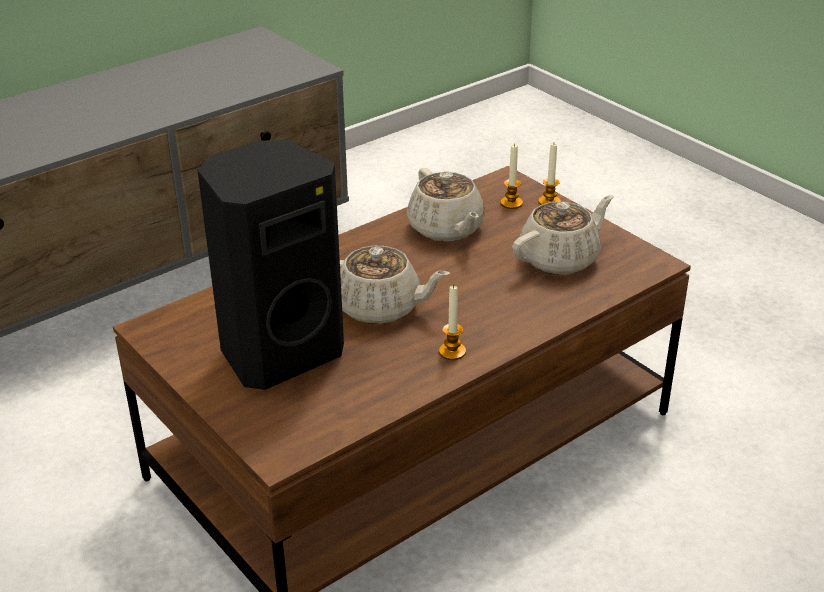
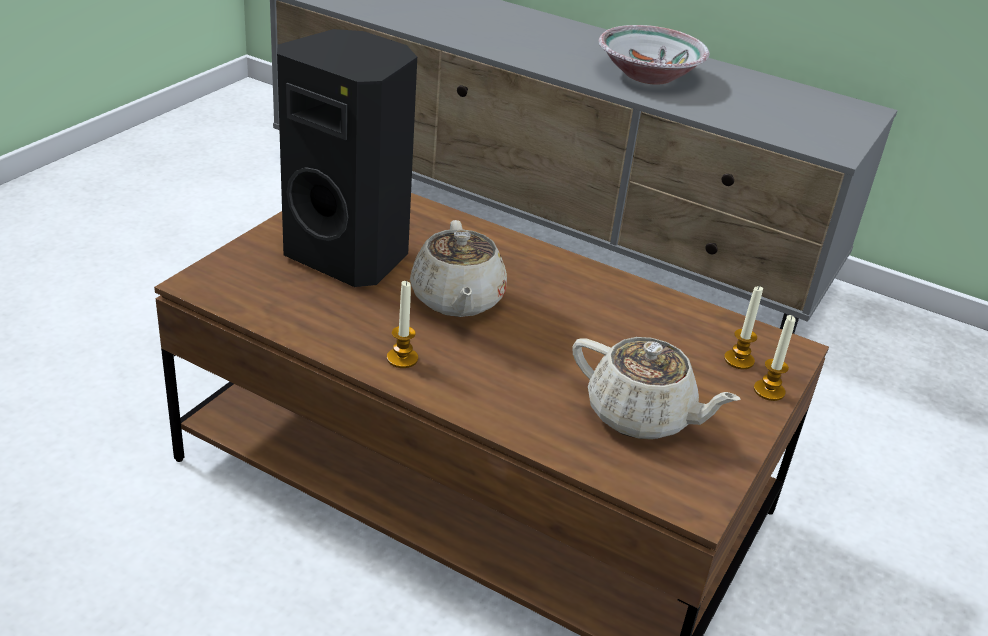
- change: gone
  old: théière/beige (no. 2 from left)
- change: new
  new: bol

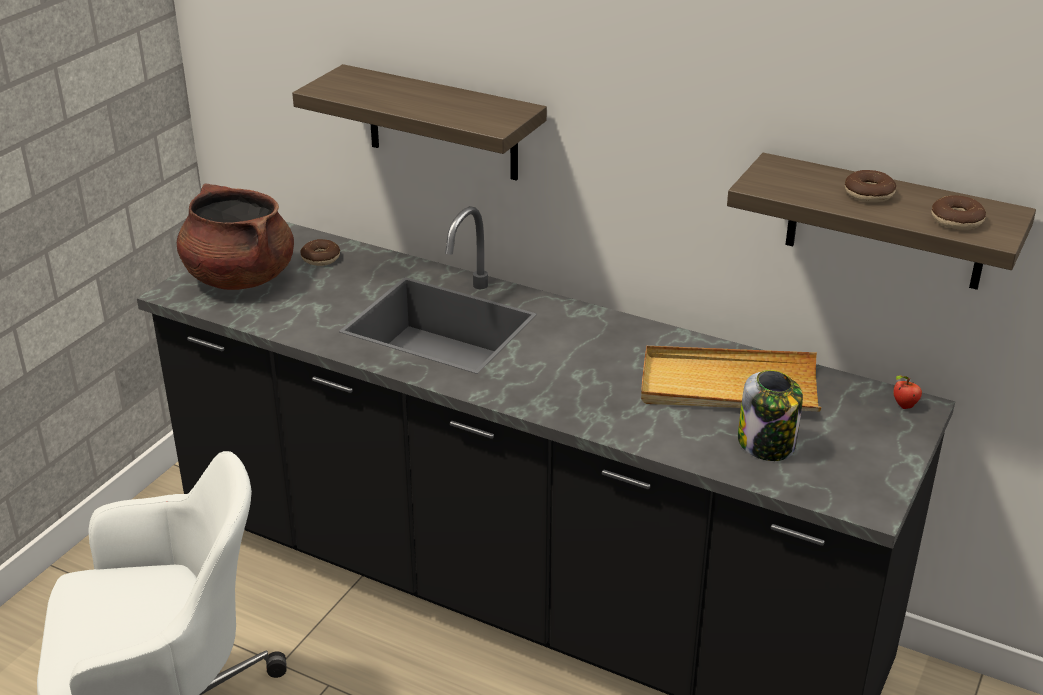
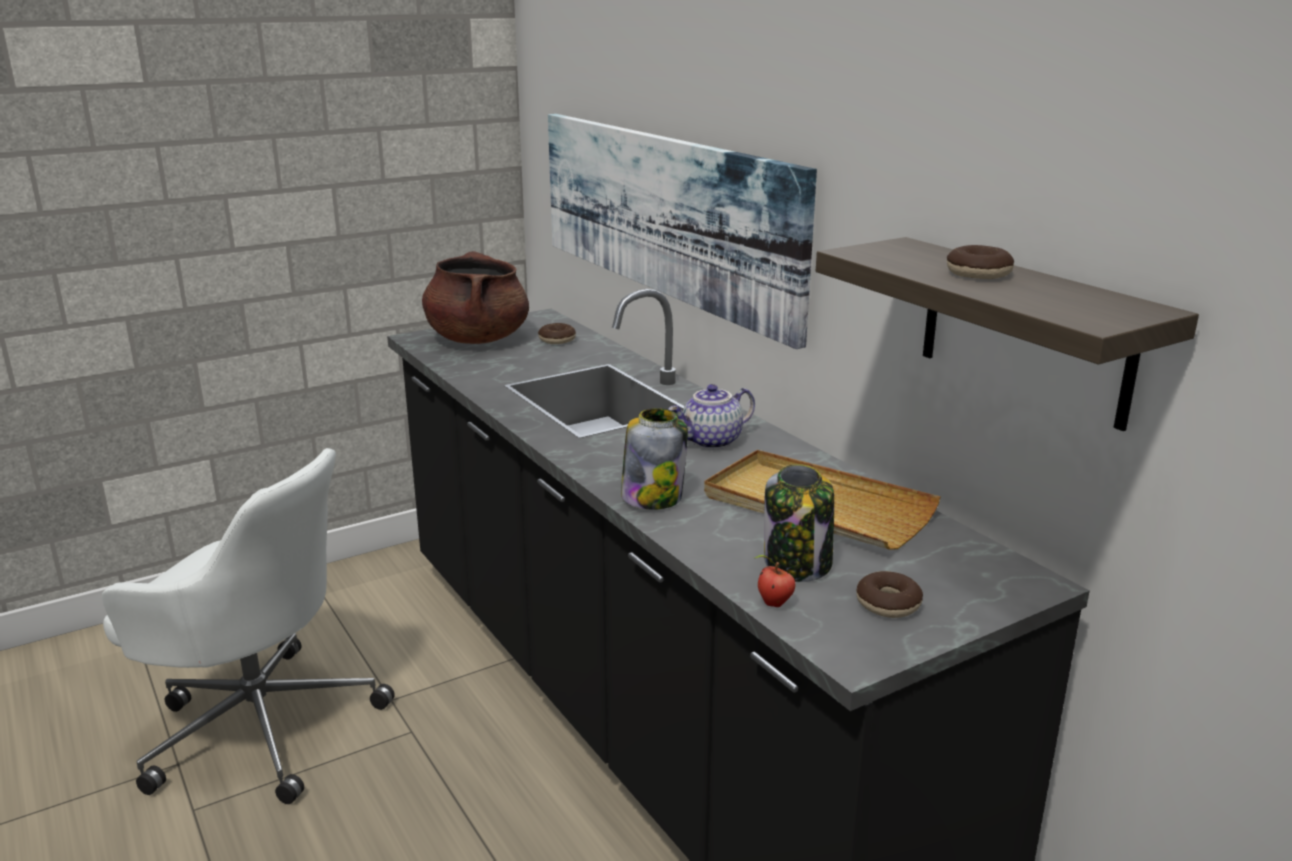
- change: swapped
  old: étagère (no. 1 from left)
  new: tableau
- change: shifted
  old: beignet (no. 3 from left in the first image)
  new: beignet (no. 2 from left)
- change: shifted
  old: pomme
- change: new
  new: théière
- change: new
  new: bocal (no. 1 from left)

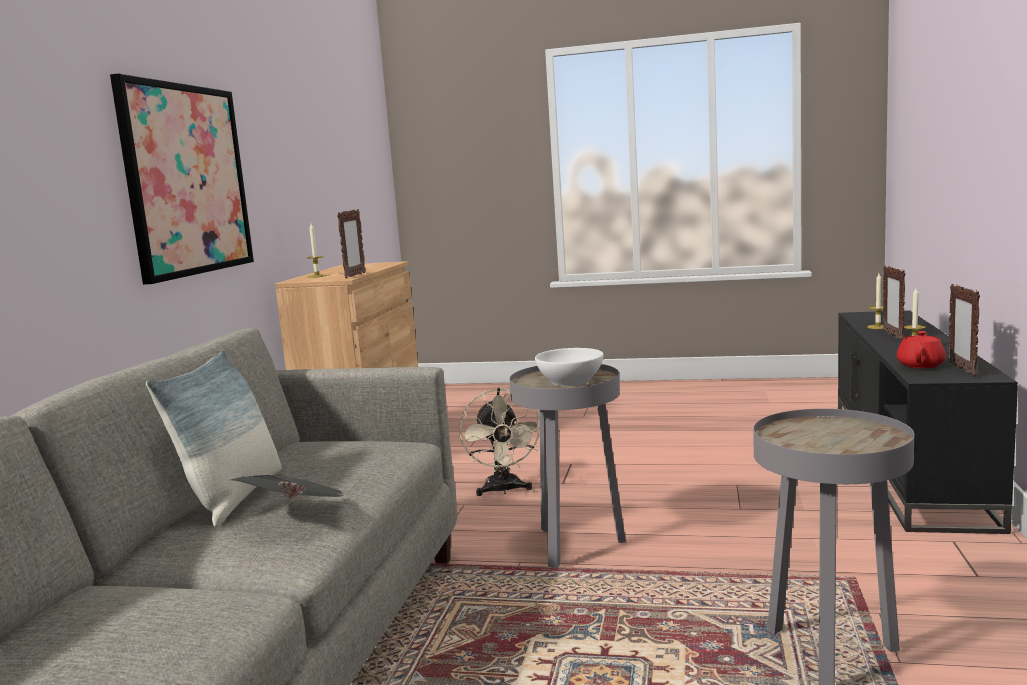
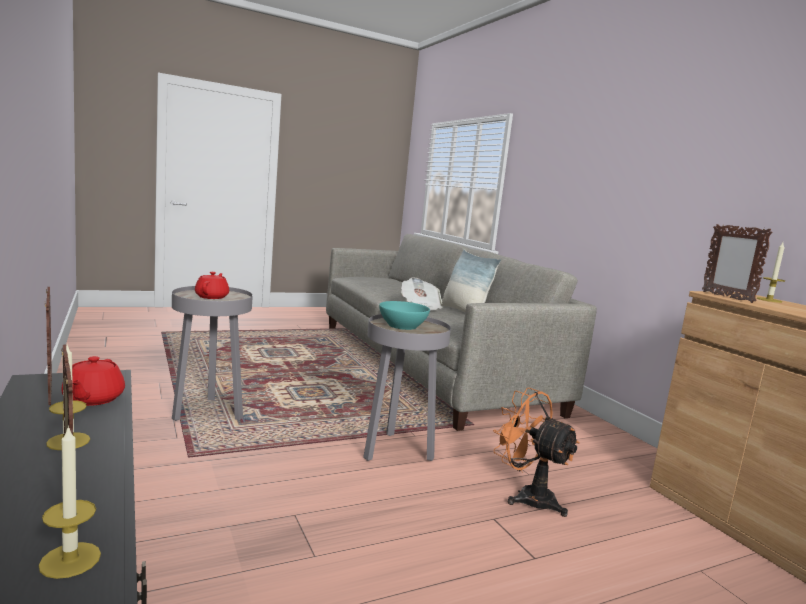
- change: gone
  old: tableau
- change: repainted
  old: bol/blanc
  new: bol/turquoise
- change: repainted
  old: ventilateur/beige
  new: ventilateur/orange
- change: new
  new: théière/rouge (no. 2 from left)

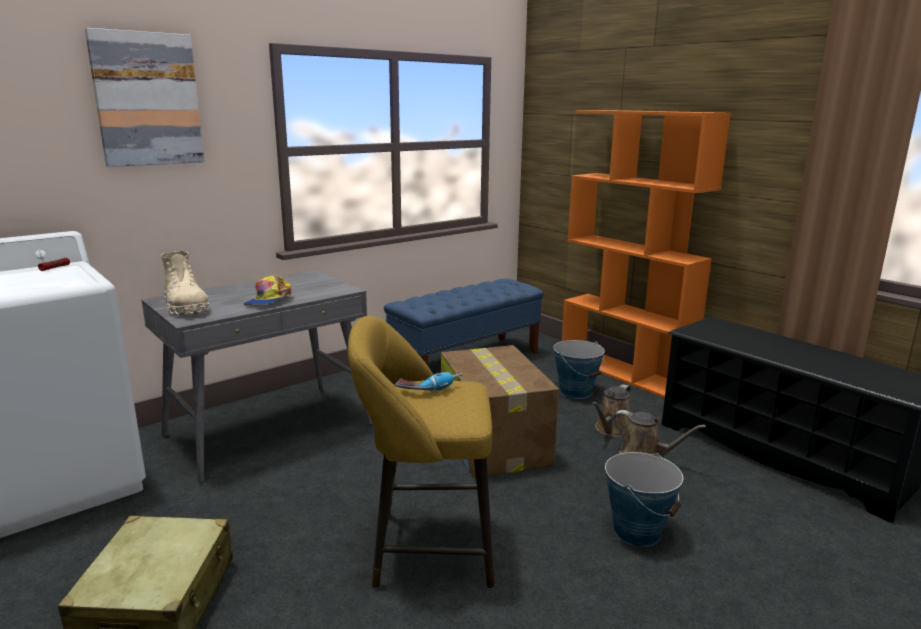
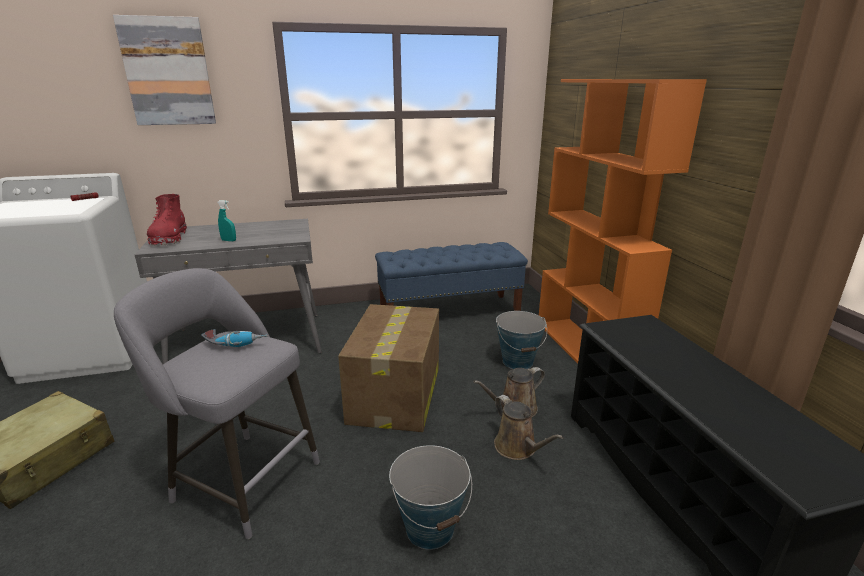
- change: repainted
  old: botte/beige
  new: botte/rouge
- change: swapped
  old: casquette
  new: vaporisateur/turquoise
- change: repainted
  old: tabouret/jaune
  new: tabouret/gris

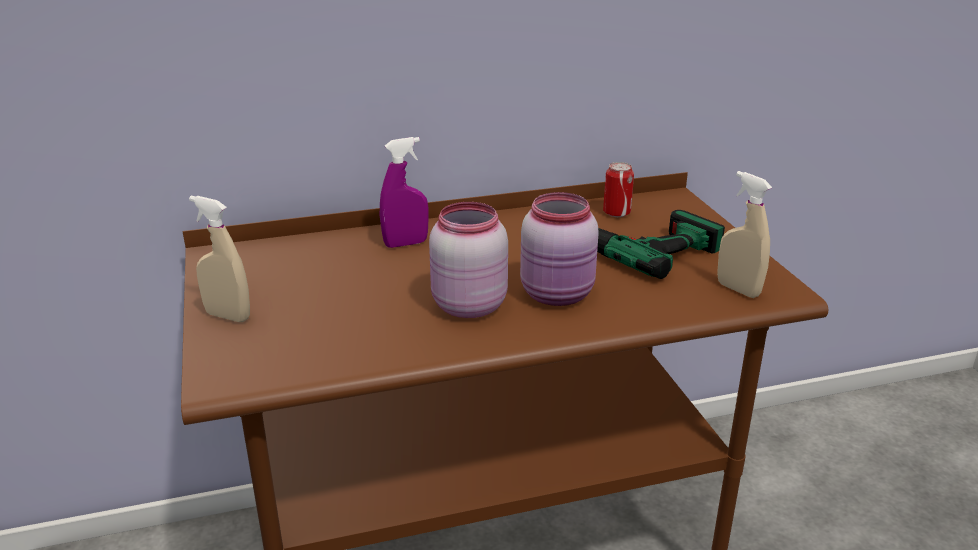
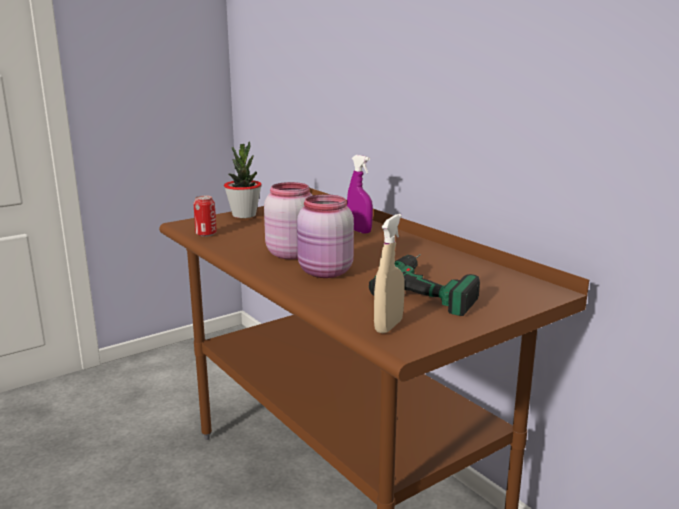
- change: shifted
  old: boîte métallique
- change: swapped
  old: vaporisateur/beige (no. 1 from left)
  new: plante en pot

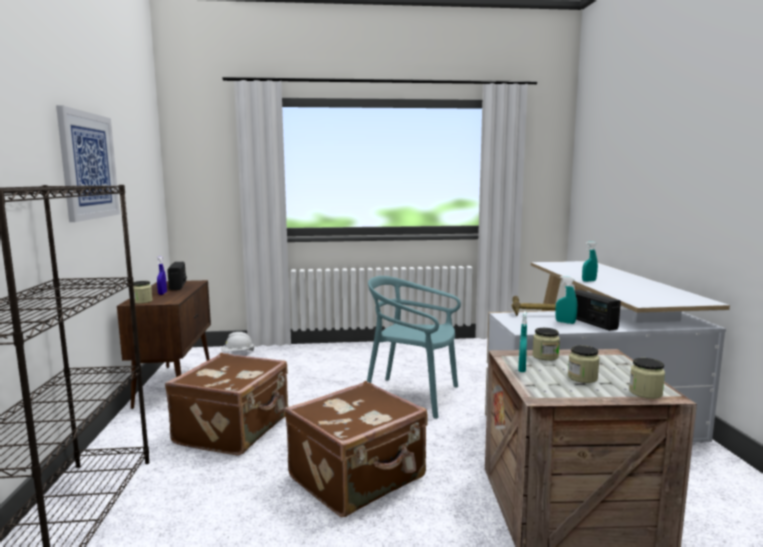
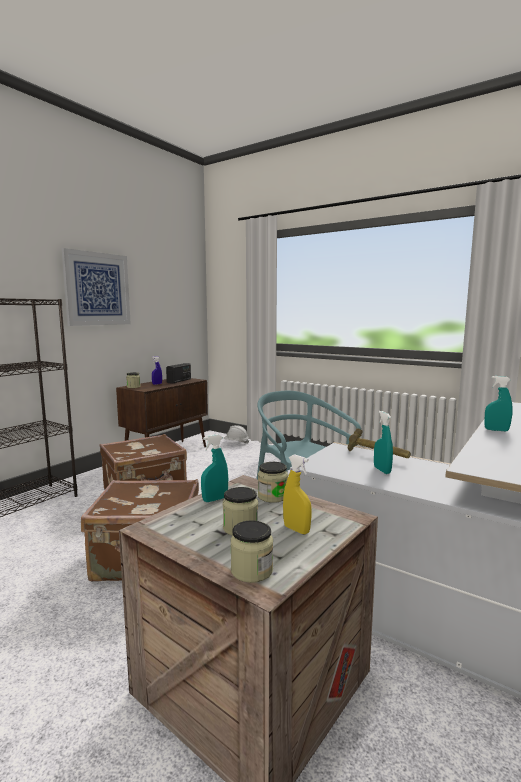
- change: gone
  old: radio (no. 2 from left)
- change: new
  new: vaporisateur/jaune

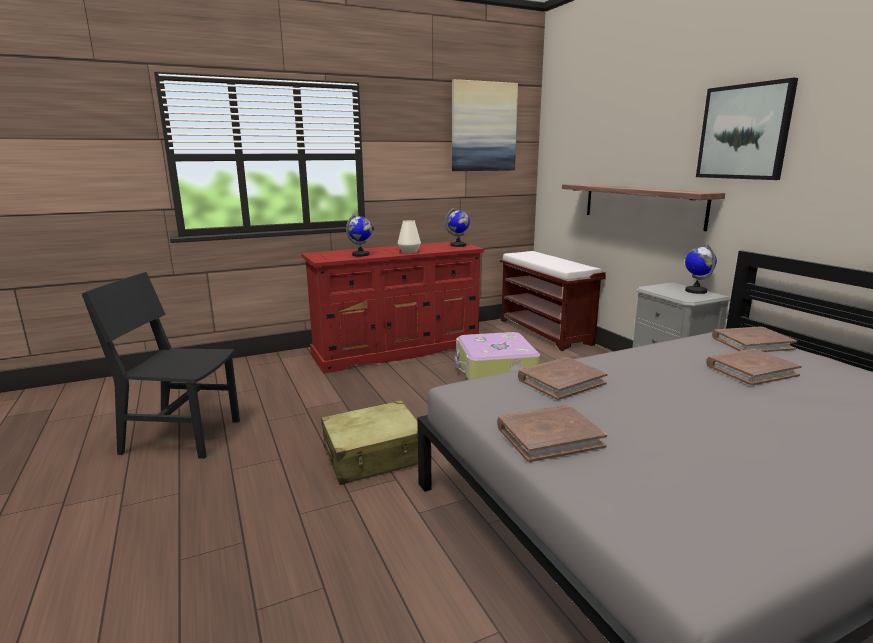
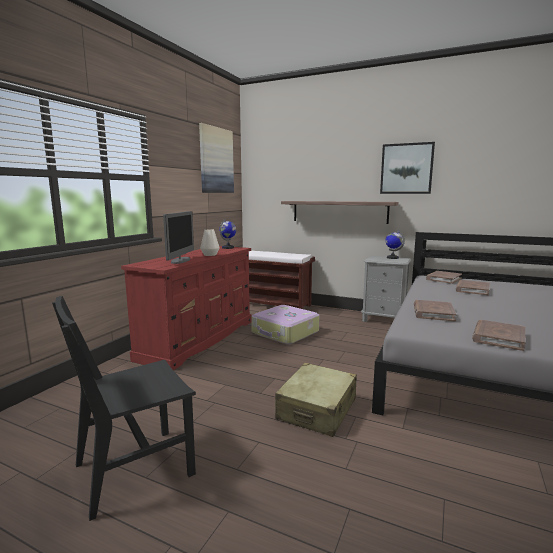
- change: swapped
  old: globe (no. 1 from left)
  new: écran d'ordinateur

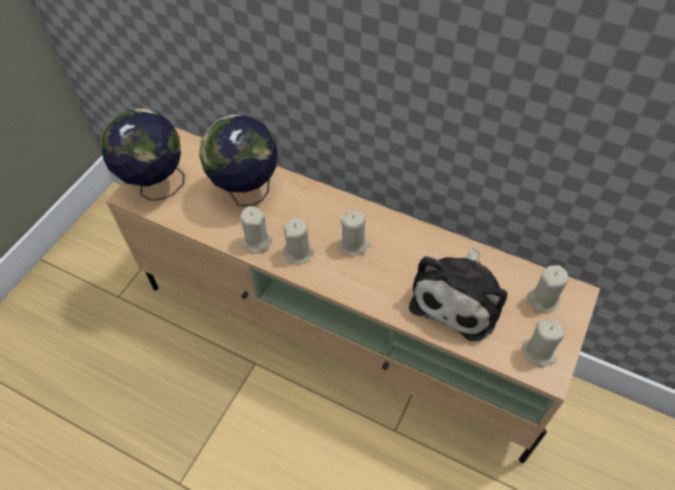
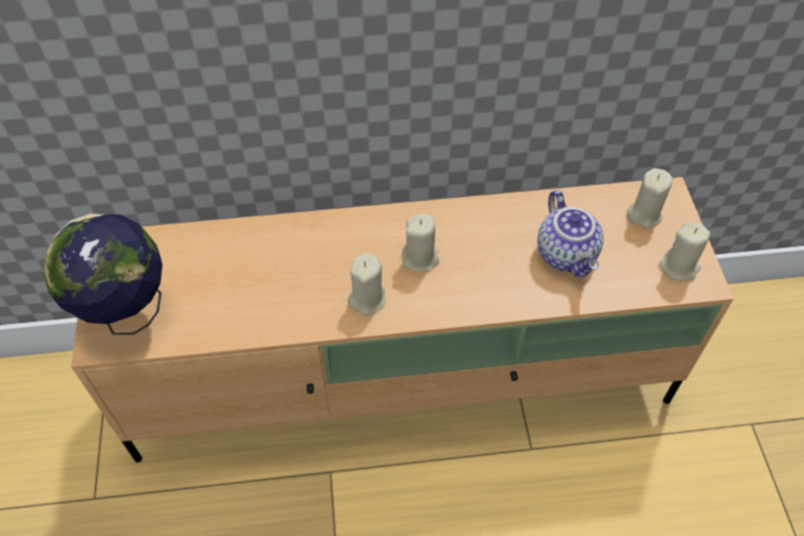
- change: gone
  old: globe (no. 2 from left)
- change: gone
  old: bougie/beige (no. 1 from left)
- change: swapped
  old: peluche
  new: théière

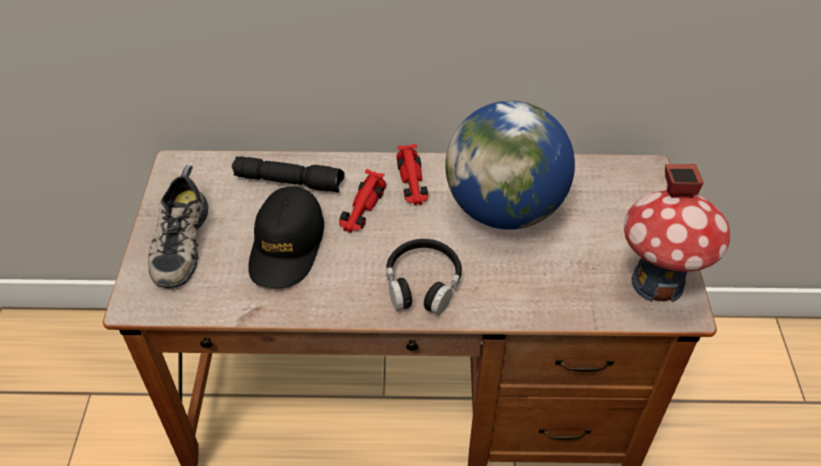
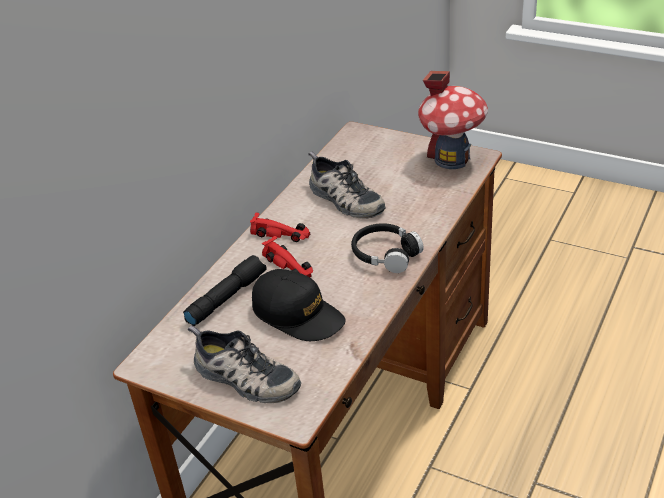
- change: swapped
  old: globe
  new: chaussure (no. 2 from left)

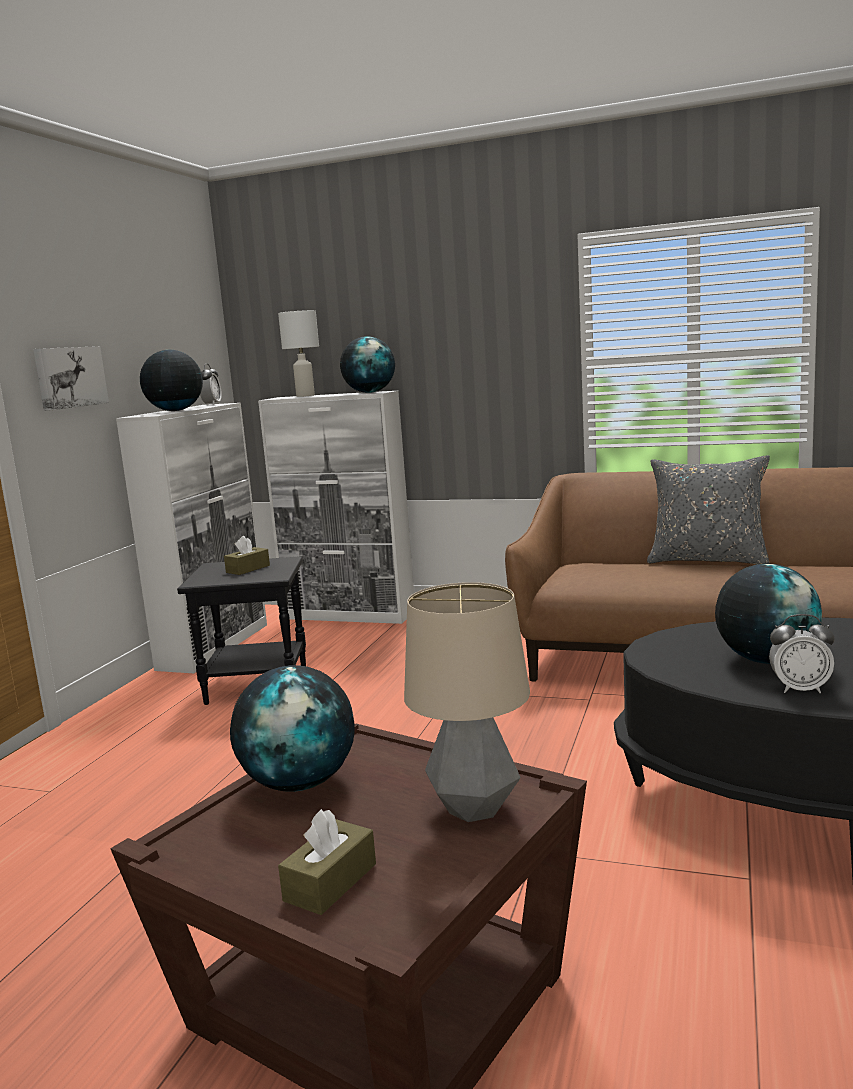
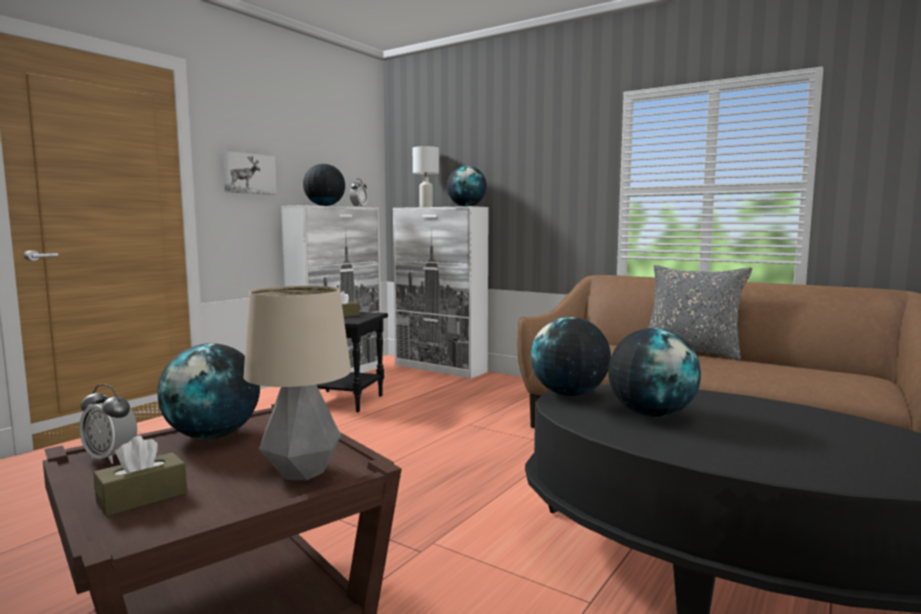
- change: shifted
  old: réveil (no. 2 from left in the first image)
  new: réveil (no. 1 from left)
- change: new
  new: globe (no. 4 from left)

